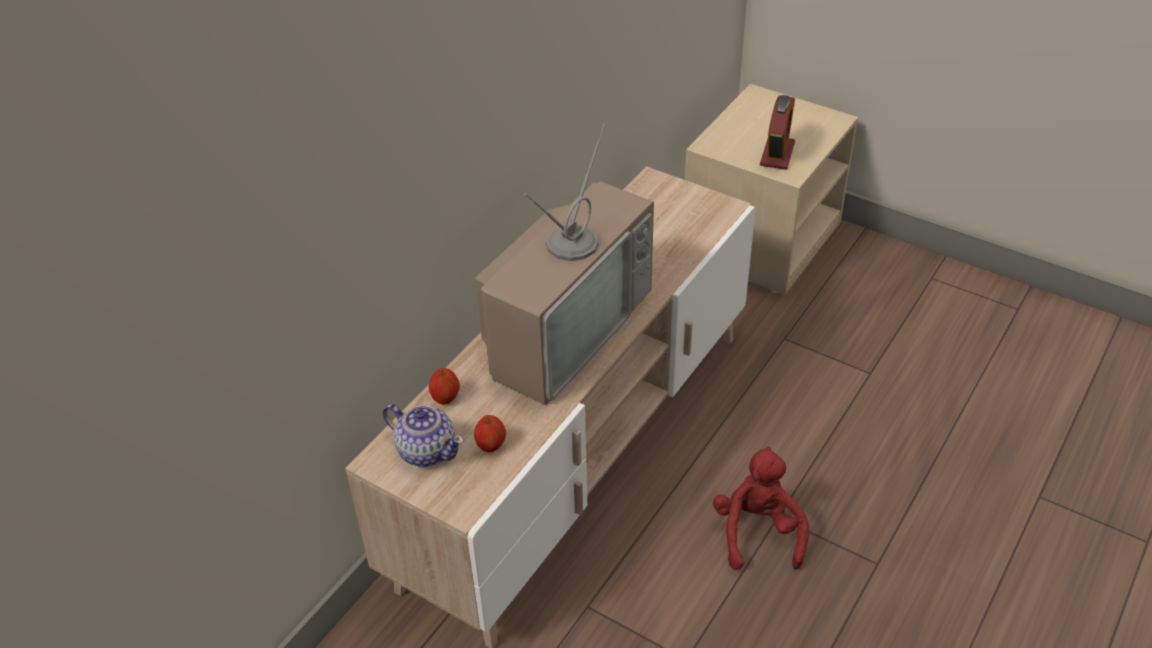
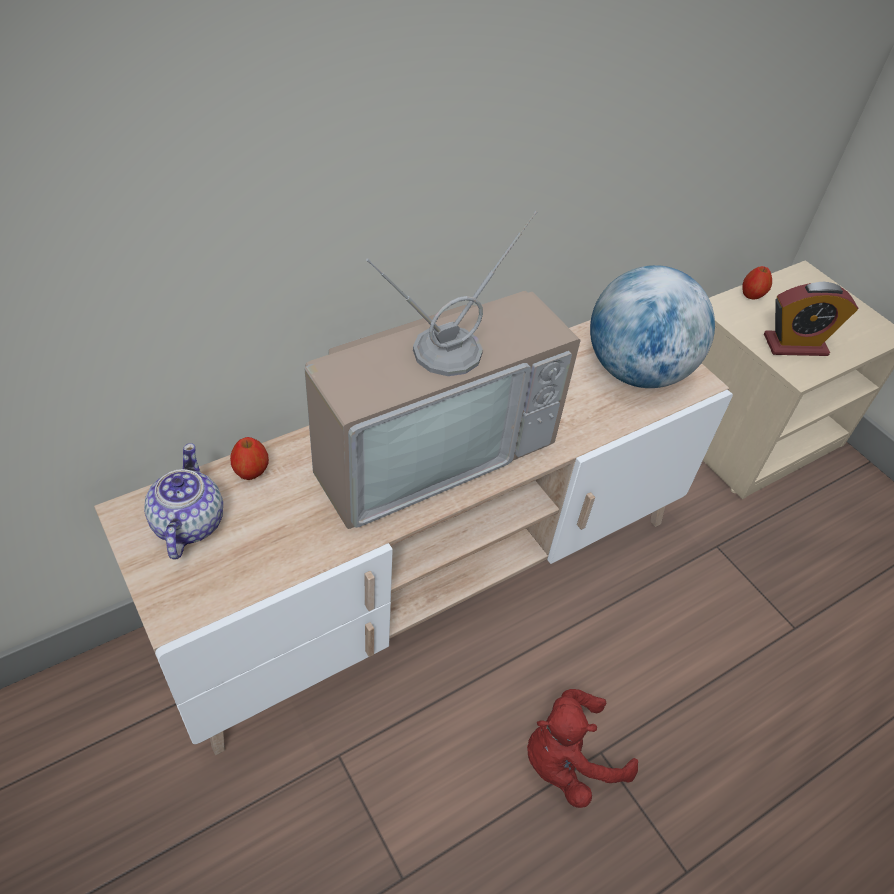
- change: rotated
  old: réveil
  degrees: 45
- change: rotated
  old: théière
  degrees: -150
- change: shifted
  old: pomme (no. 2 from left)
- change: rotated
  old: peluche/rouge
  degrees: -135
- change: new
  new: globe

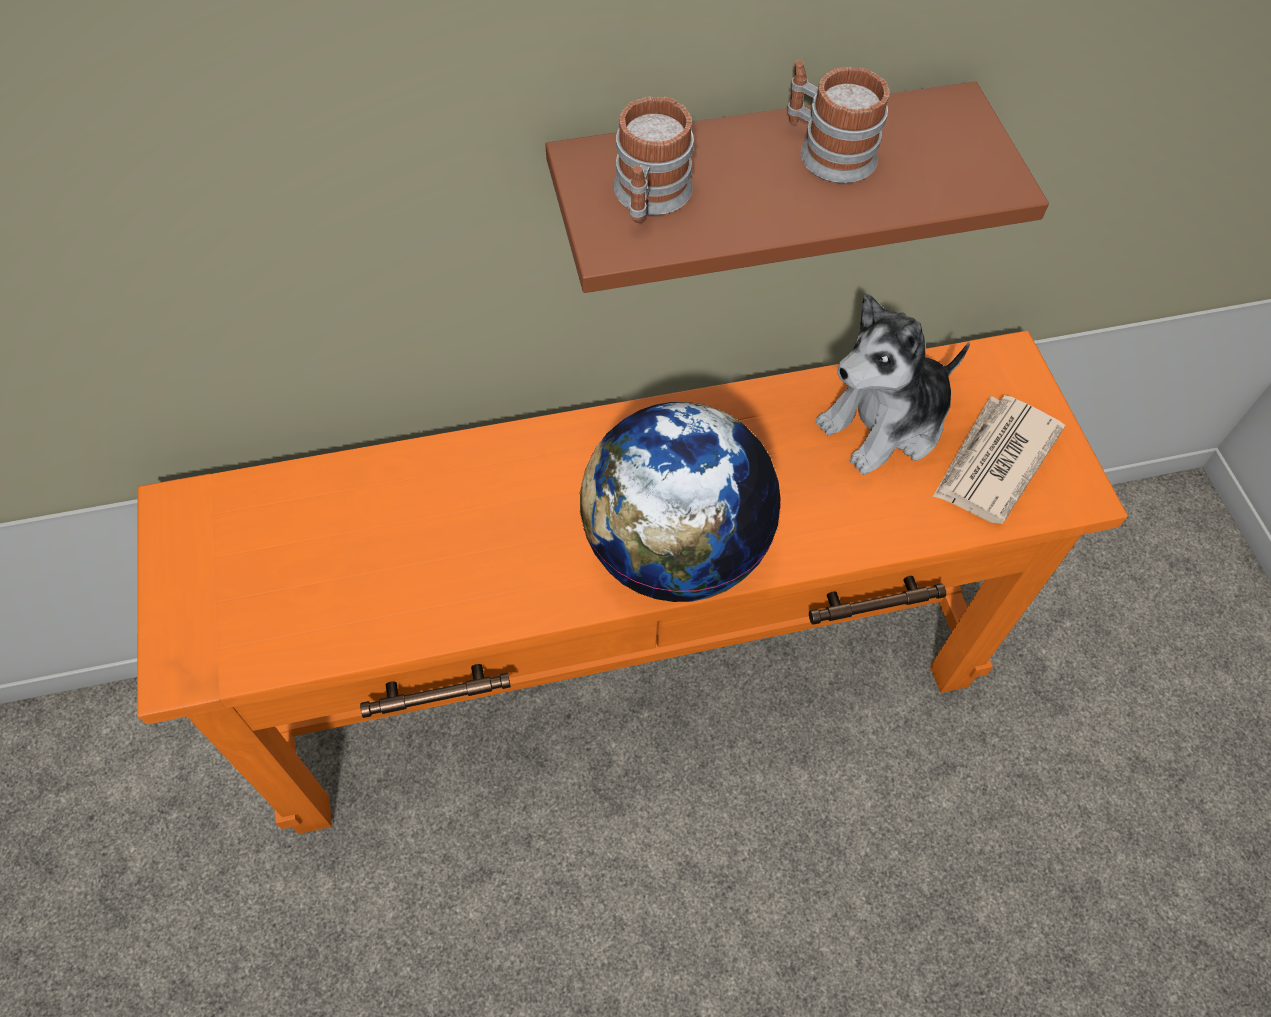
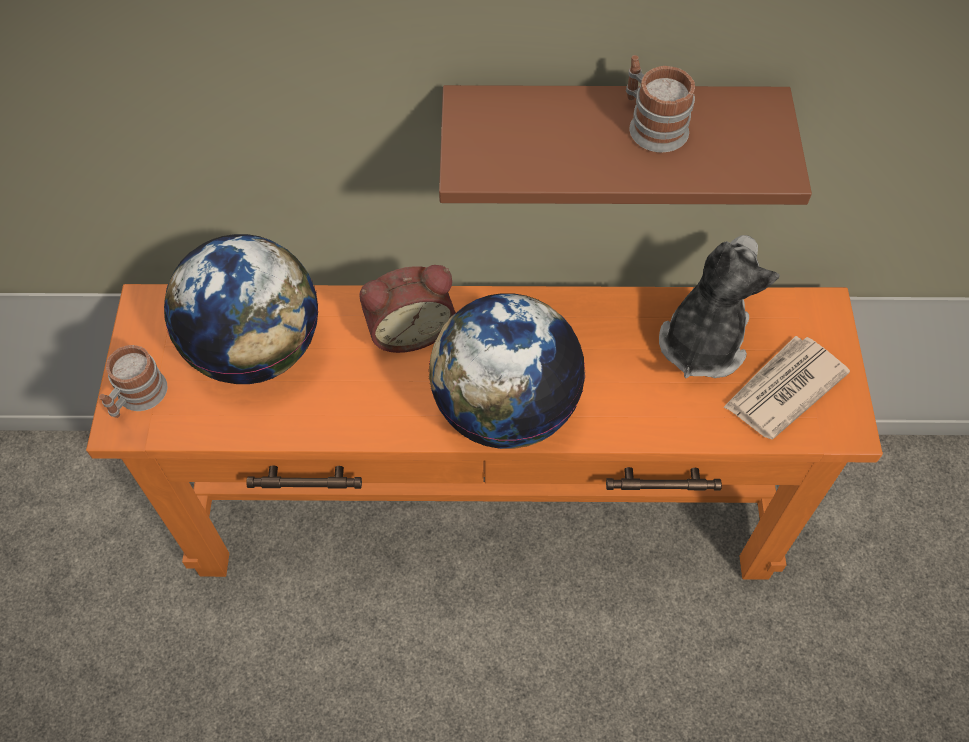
- change: shifted
  old: mug (no. 1 from left)
- change: rotated
  old: peluche
  degrees: 135
- change: new
  new: globe (no. 1 from left)
- change: new
  new: réveil

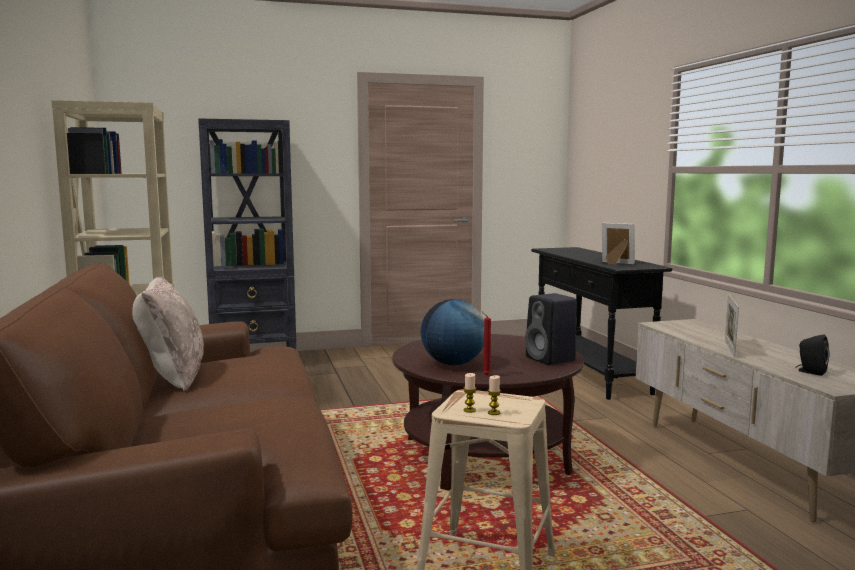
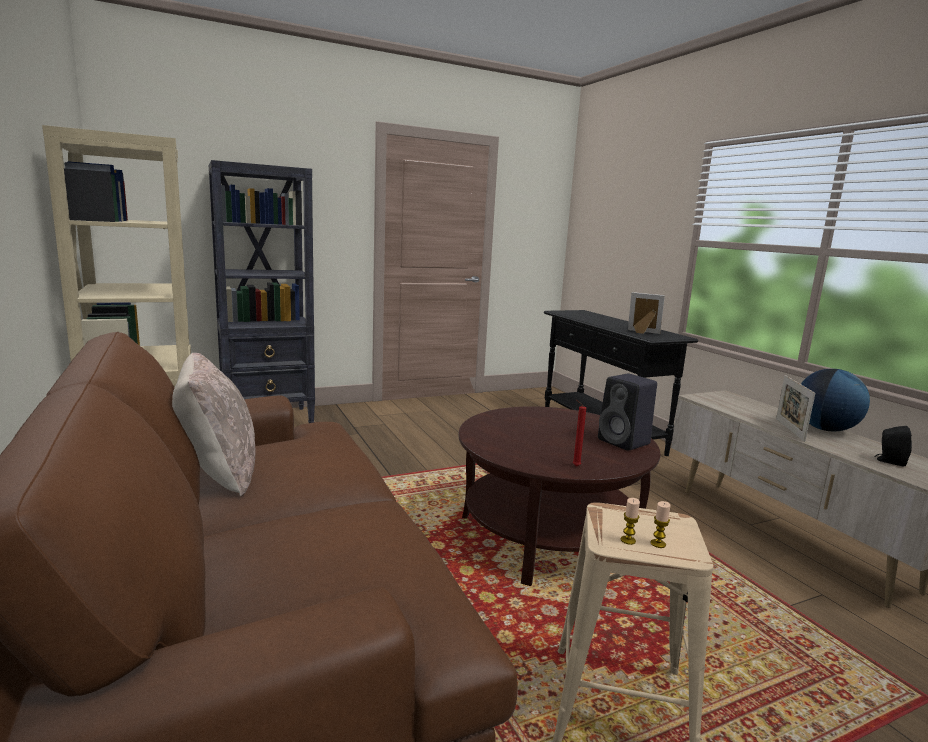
- change: shifted
  old: globe

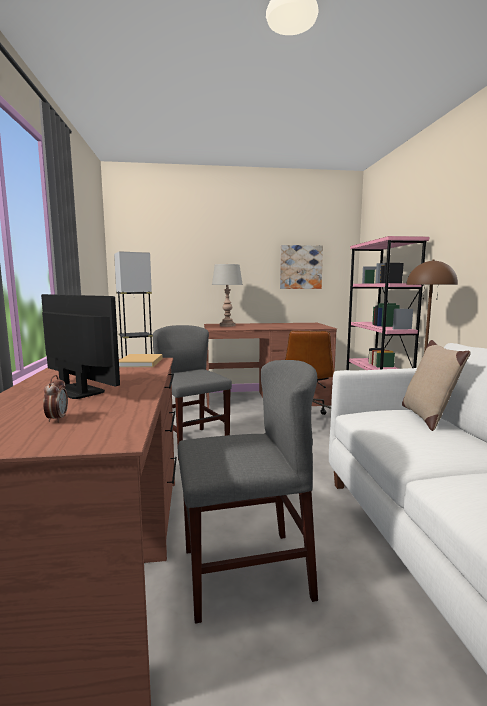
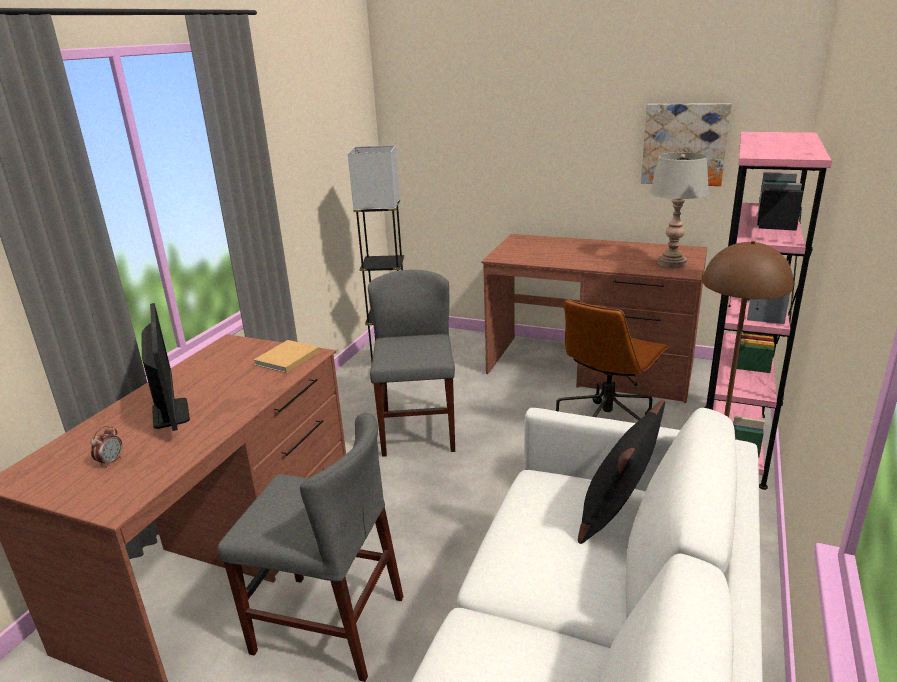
- change: shifted
  old: lampe de table/gris
- change: repainted
  old: coussin/beige
  new: coussin/noir

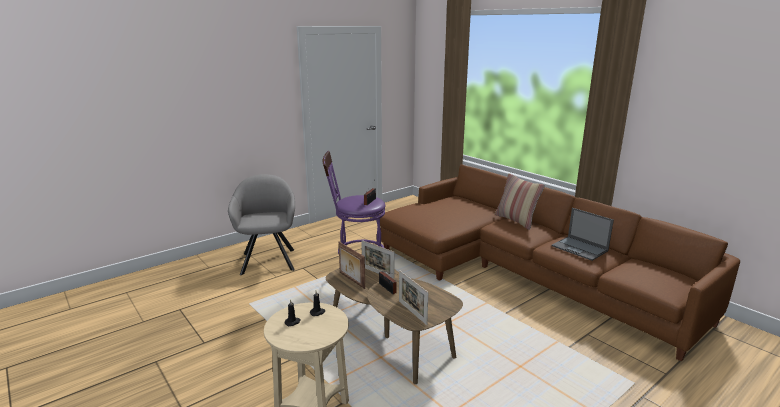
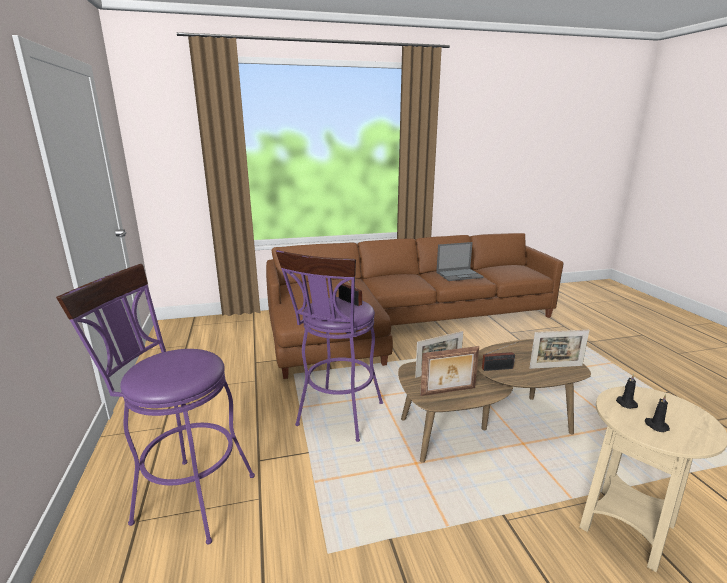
- change: gone
  old: coussin
- change: swapped
  old: fauteuil/gris
  new: tabouret/violet (no. 1 from left)

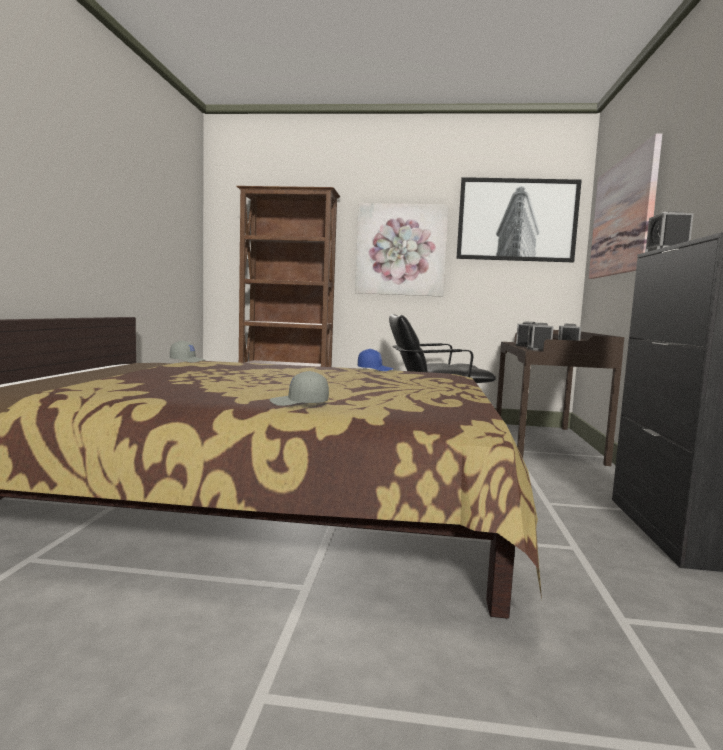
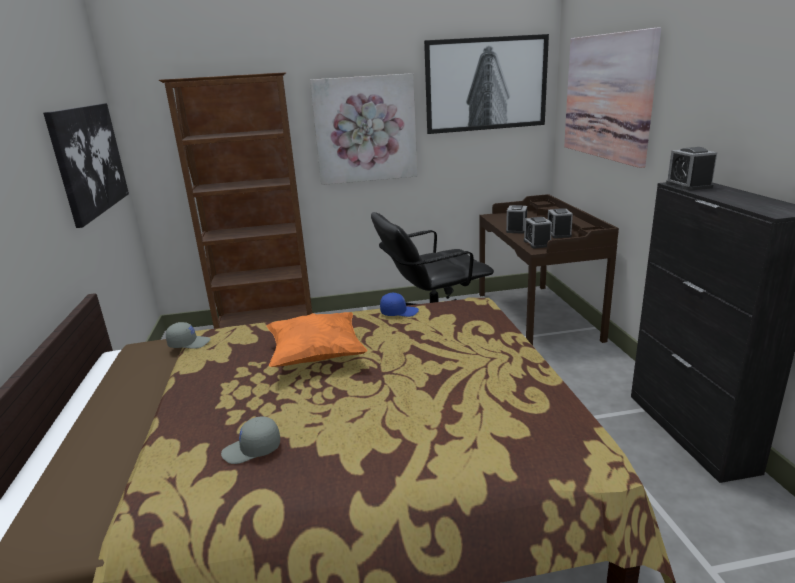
- change: shifted
  old: casquette/gris (no. 2 from left)
- change: new
  new: tableau (no. 1 from left)
- change: new
  new: coussin/orange

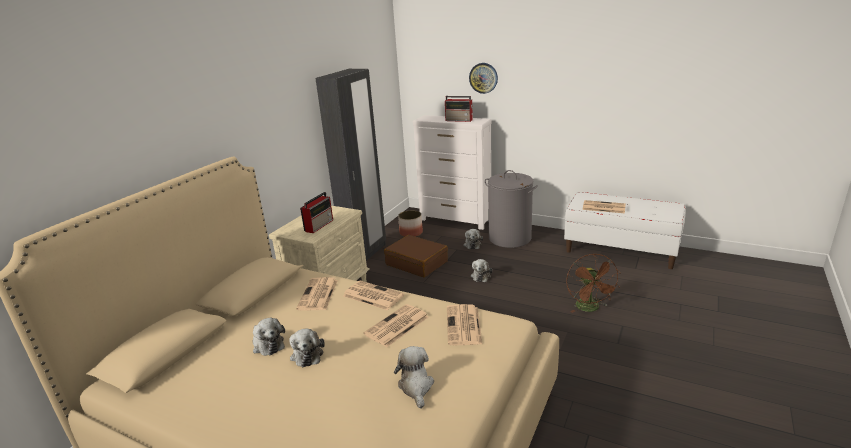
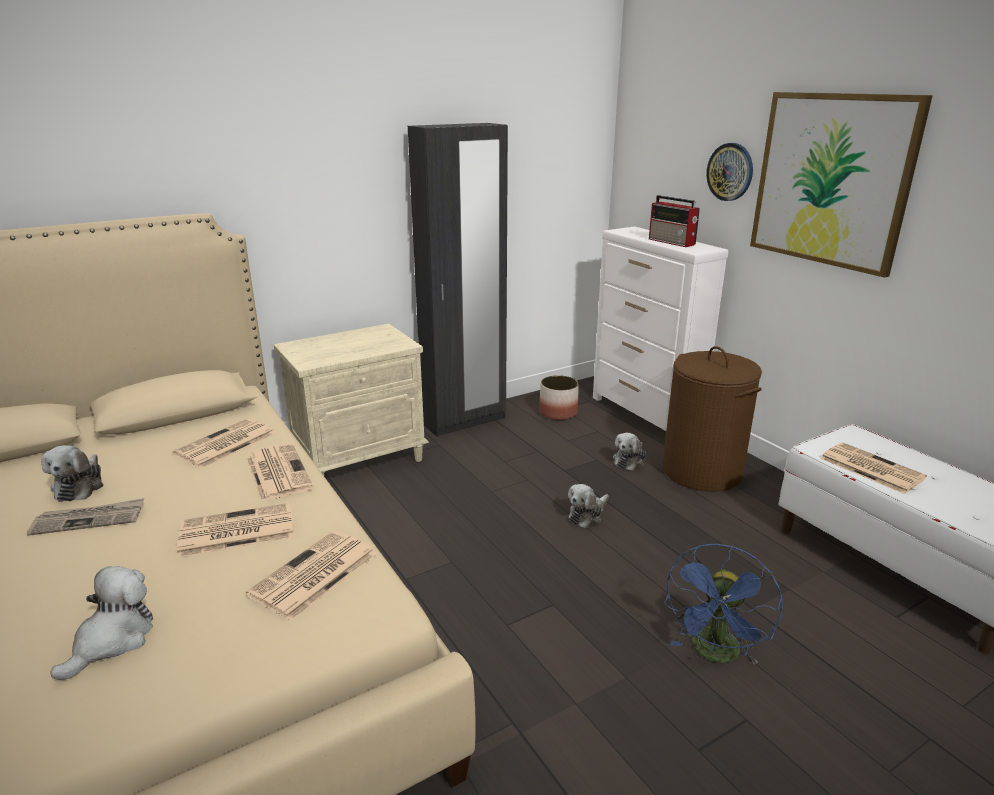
- change: repainted
  old: panier à linge/gris
  new: panier à linge/marron
- change: gone
  old: radio (no. 1 from left)
- change: gone
  old: valise/marron
- change: repainted
  old: ventilateur/marron
  new: ventilateur/bleu
- change: swapped
  old: peluche (no. 2 from left)
  new: journal (no. 1 from left)
- change: new
  new: tableau

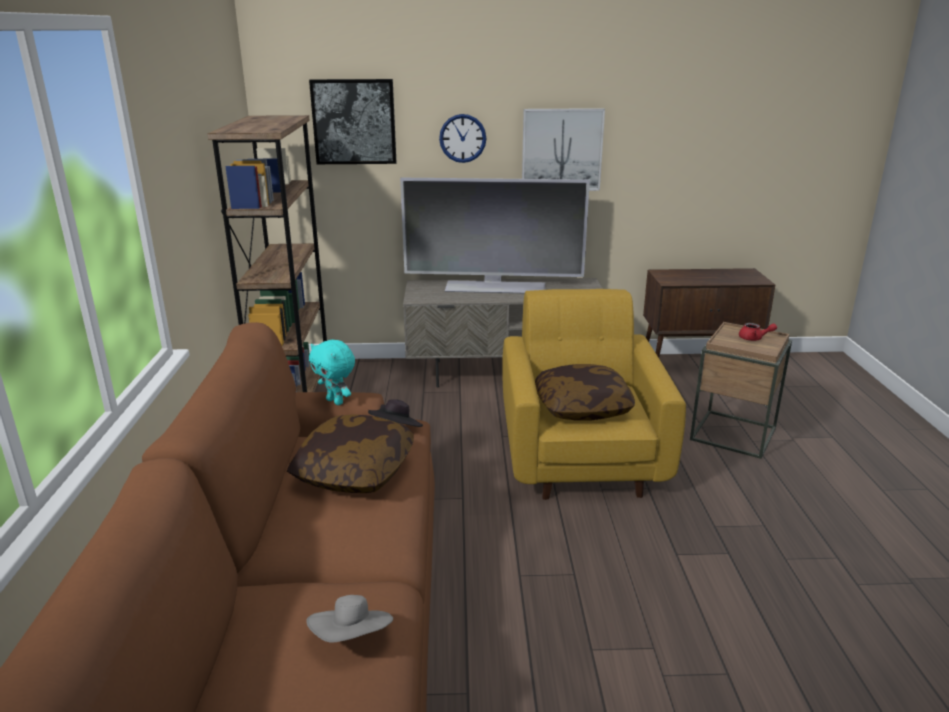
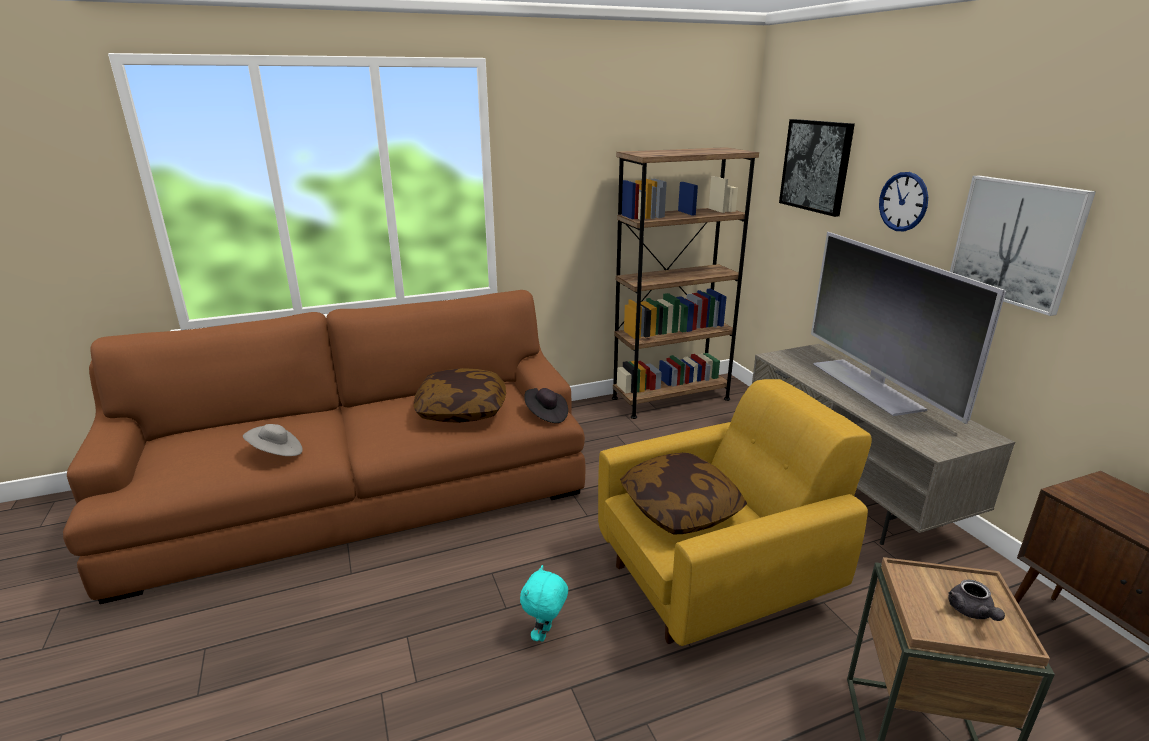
- change: repainted
  old: théière/rouge
  new: théière/gris
- change: shifted
  old: peluche/turquoise

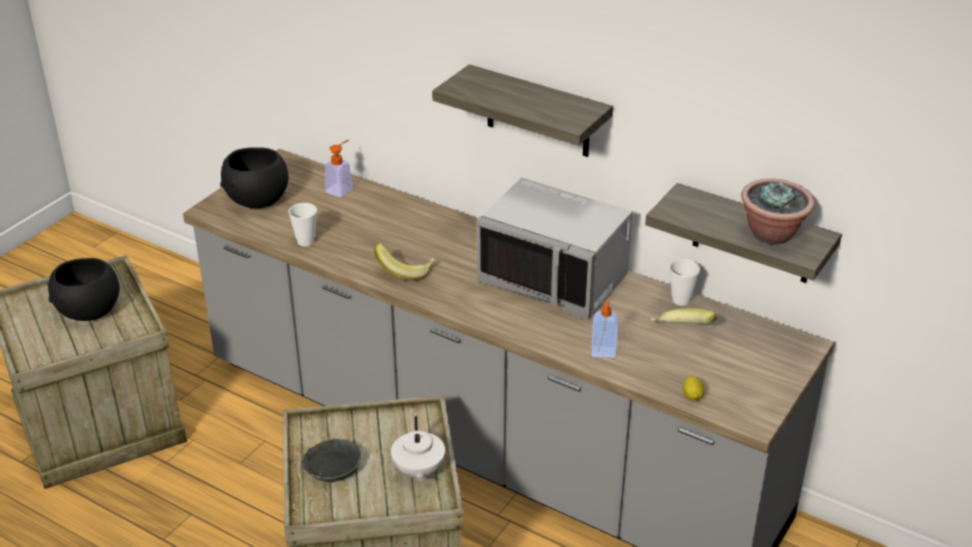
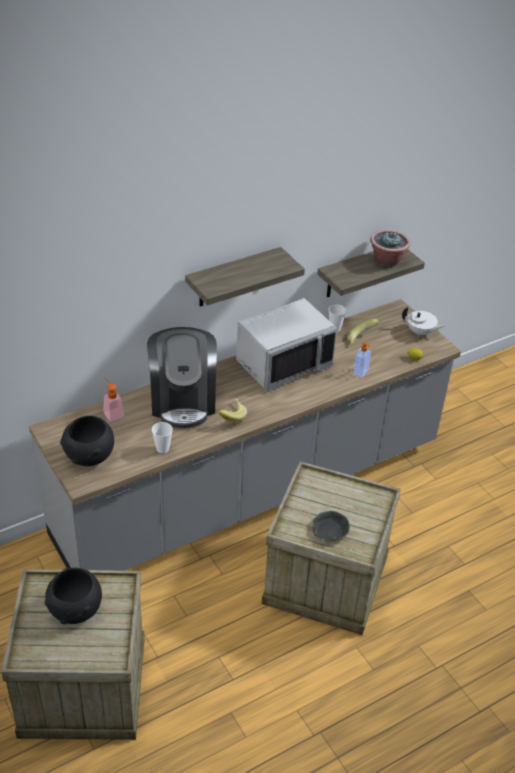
- change: shifted
  old: théière/blanc
- change: new
  new: machine à café

